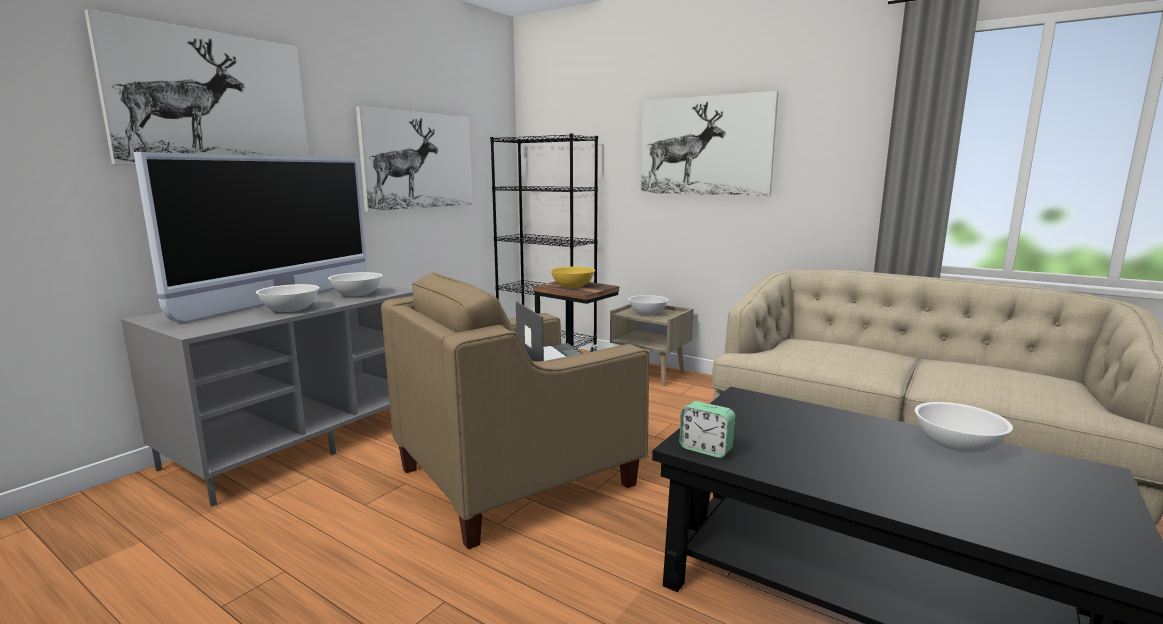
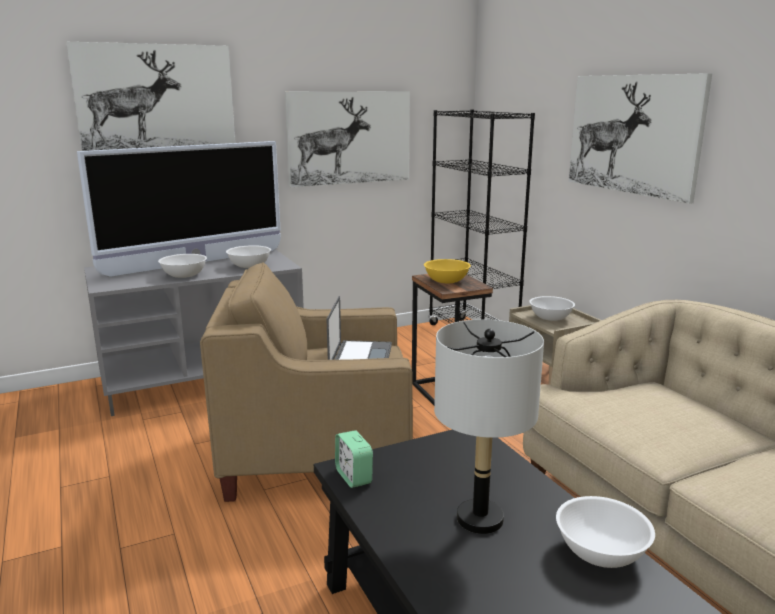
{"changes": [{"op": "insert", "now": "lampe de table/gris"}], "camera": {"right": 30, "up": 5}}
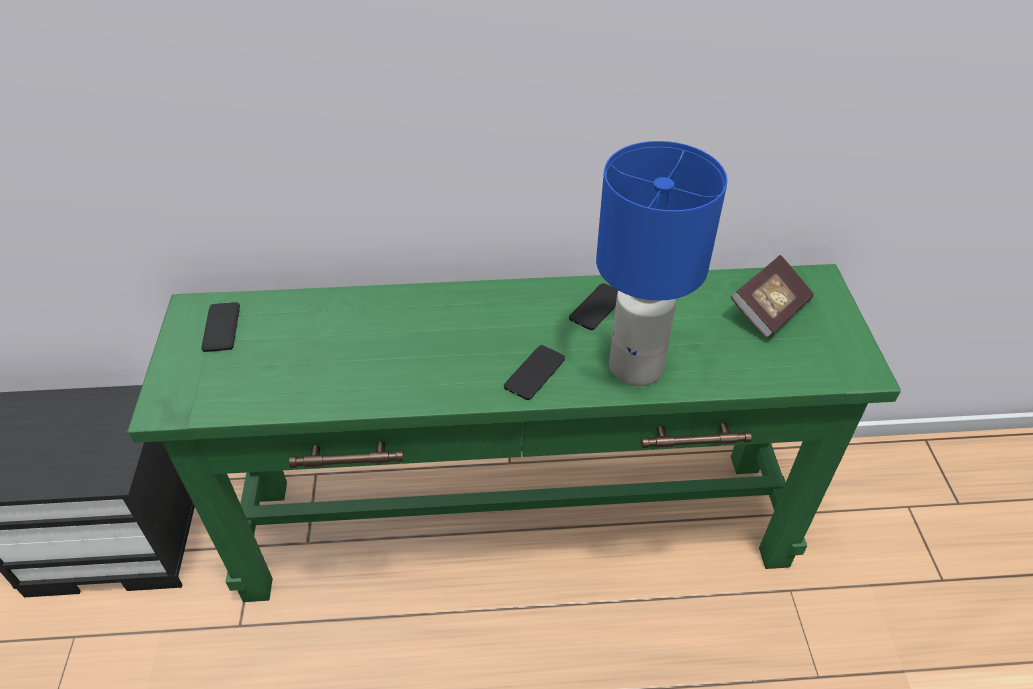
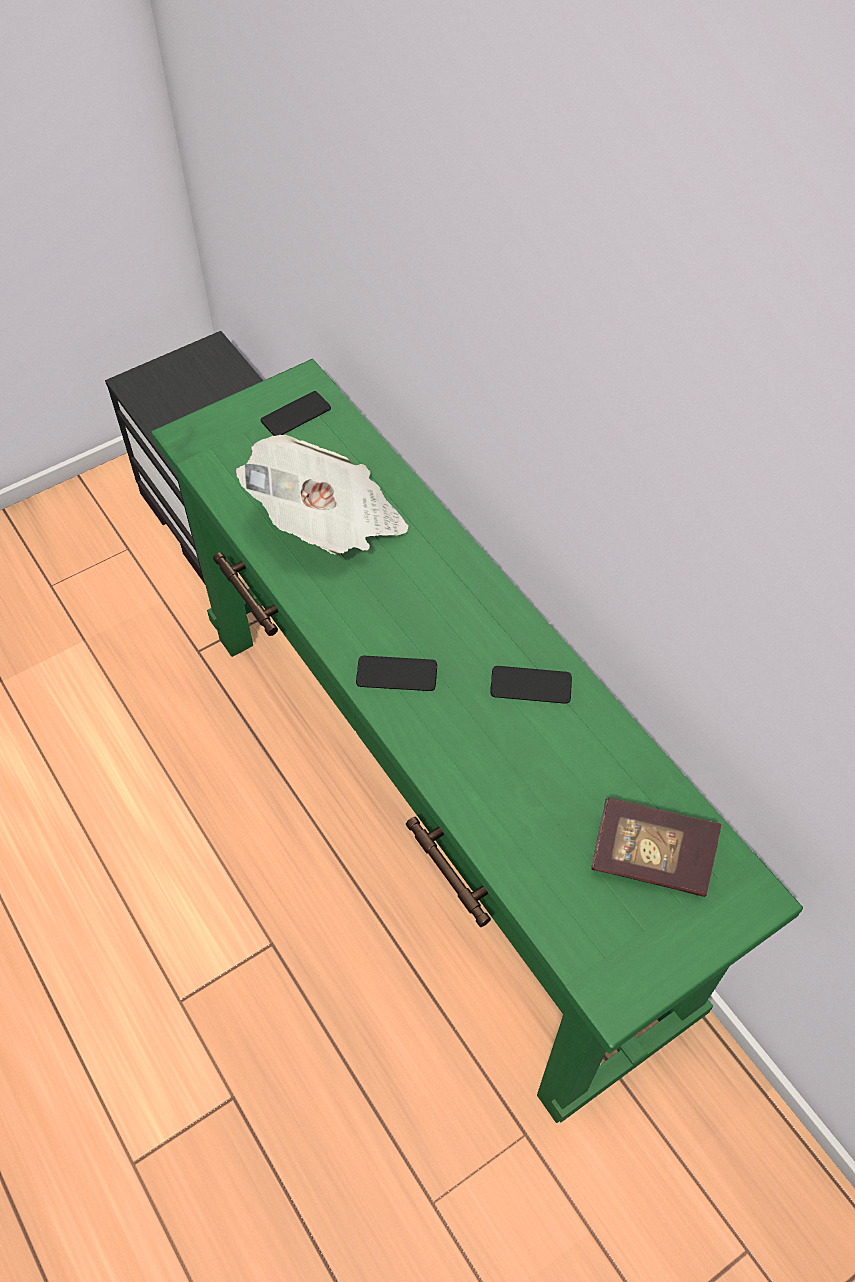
{"changes": [{"op": "delete", "was": "lampe de table/bleu"}, {"op": "insert", "now": "journal"}], "camera": {"right": 60, "up": 10}}
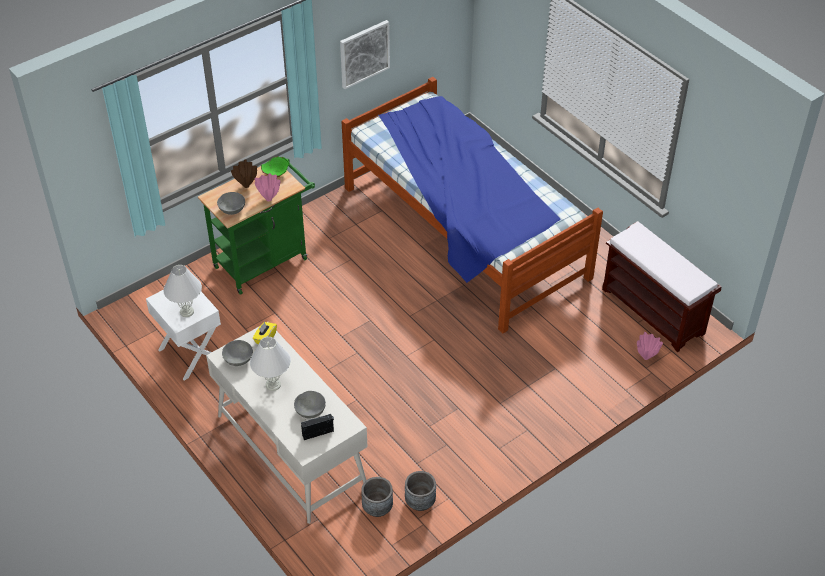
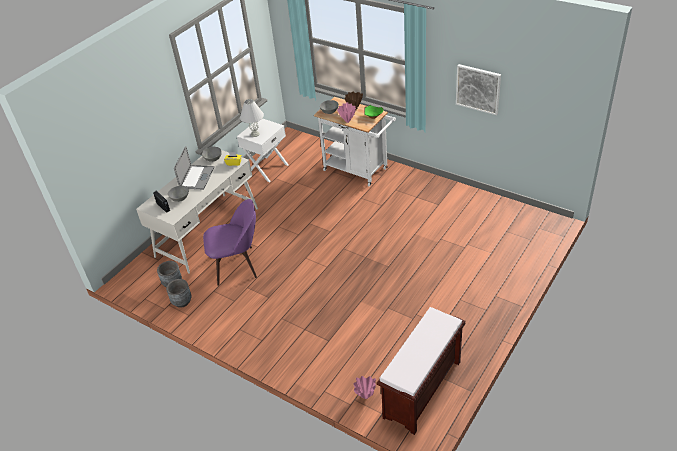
{"changes": [{"op": "recolor", "was": "chariot/vert", "now": "chariot/blanc"}, {"op": "replace", "was": "lampe de table/blanc (2nd from left)", "now": "ordinateur portable"}, {"op": "delete", "was": "lit"}, {"op": "insert", "now": "chaise/violet"}], "camera": {"right": 75, "up": -5}}
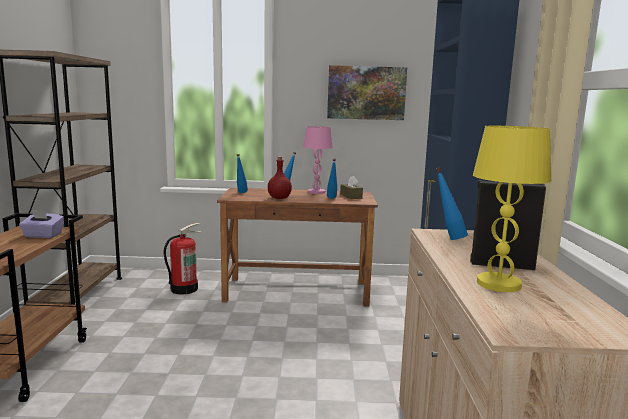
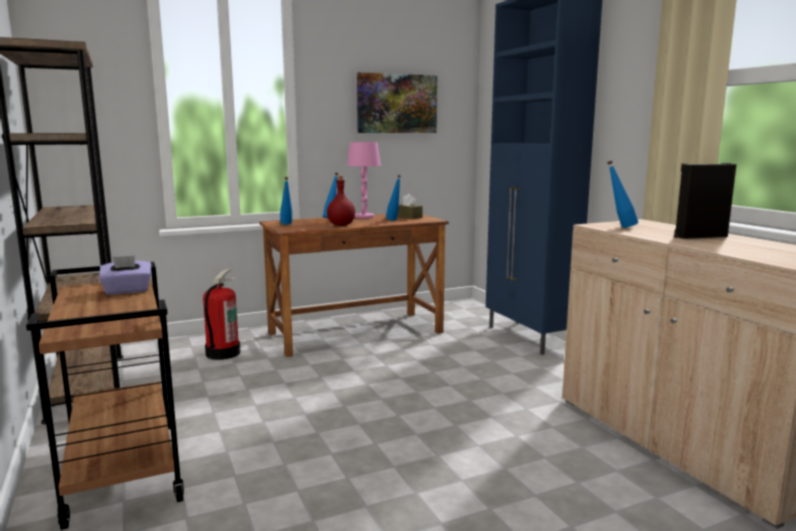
{"changes": [{"op": "delete", "was": "lampe de table/jaune"}], "camera": {"right": -25, "up": 0}}
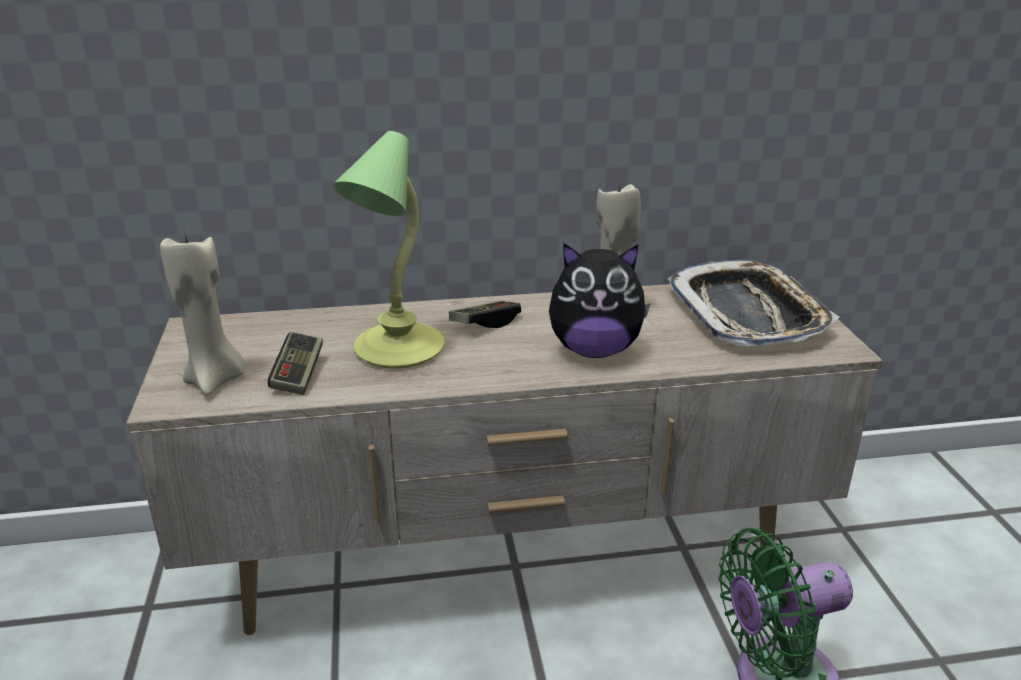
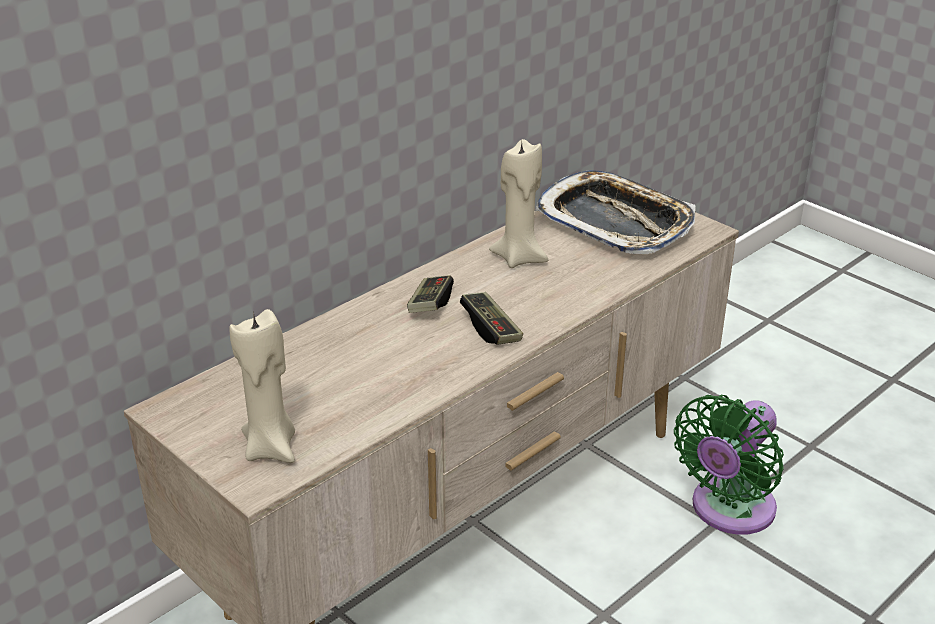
{"changes": [{"op": "move", "was": "manette (1st from left in the first image)", "now": "manette (2nd from left)"}, {"op": "delete", "was": "lampe de table"}, {"op": "delete", "was": "peluche"}], "camera": {"right": -35, "up": 5}}
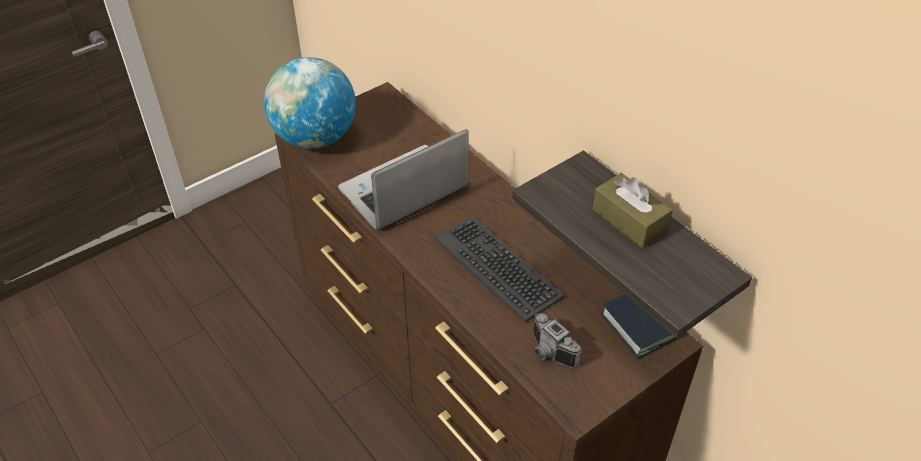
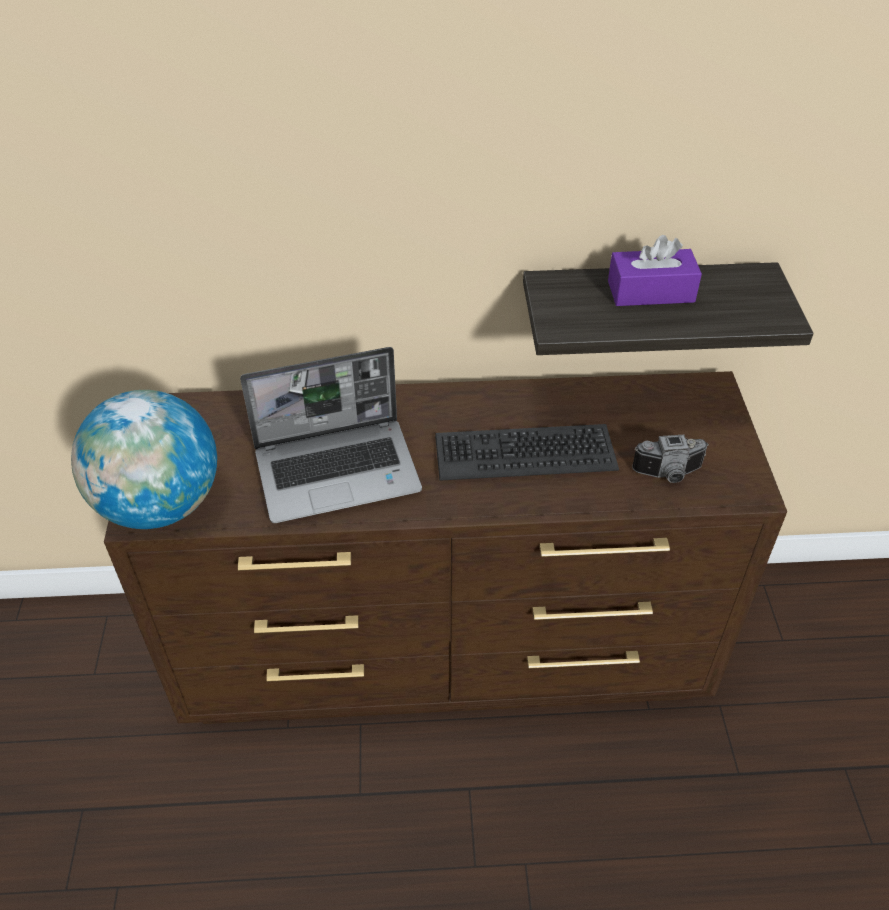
{"changes": [{"op": "rotate", "was": "ordinateur portable", "clockwise": -105}, {"op": "recolor", "was": "boîte à mouchoirs/marron", "now": "boîte à mouchoirs/violet"}, {"op": "delete", "was": "livre"}], "camera": {"right": -55, "up": 0}}
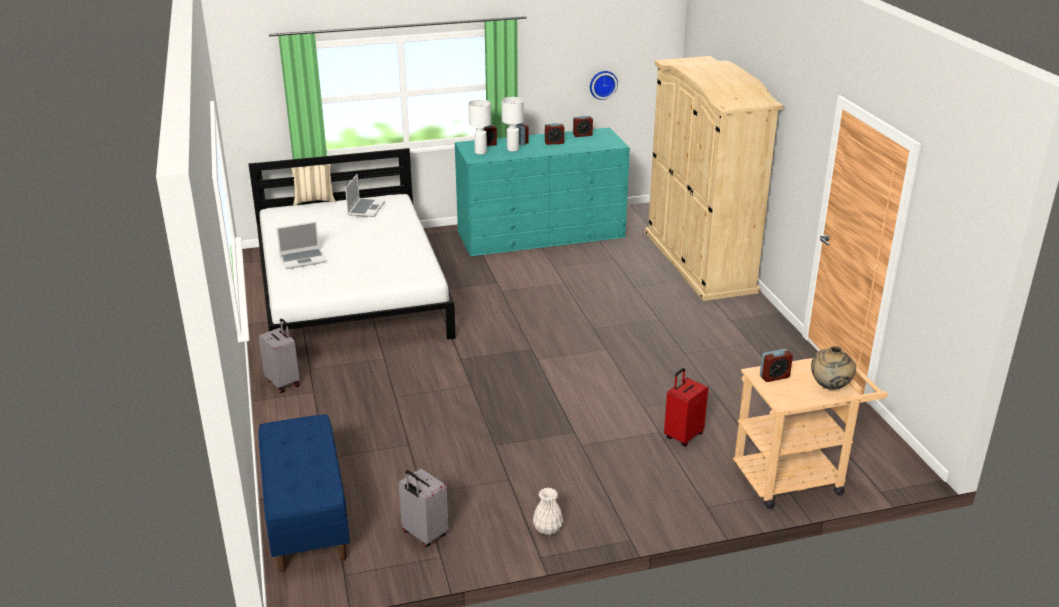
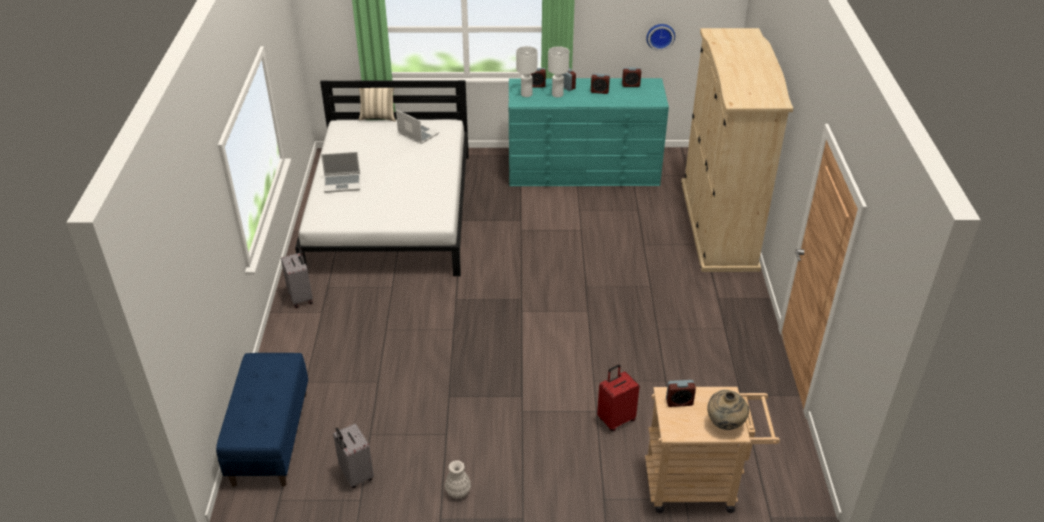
{"changes": [{"op": "rotate", "was": "ordinateur portable (2nd from left)", "clockwise": -75}], "camera": {"right": 15, "up": 10}}
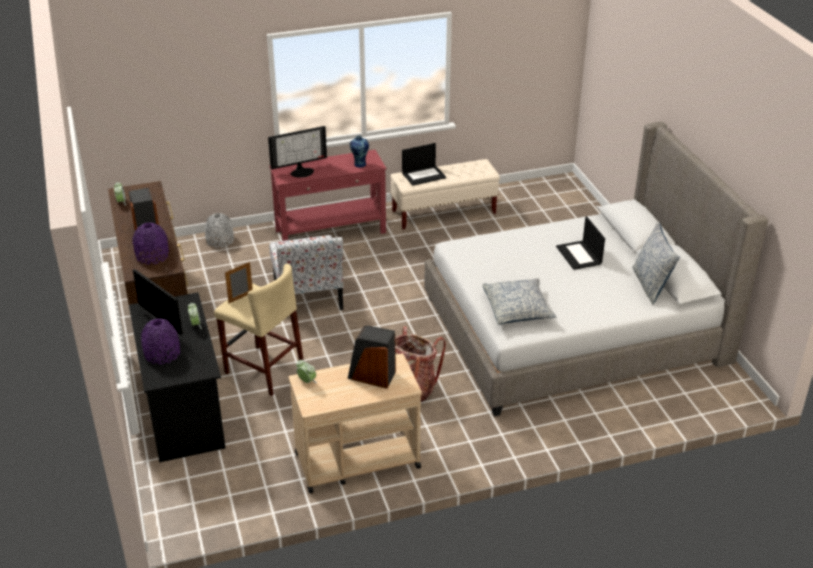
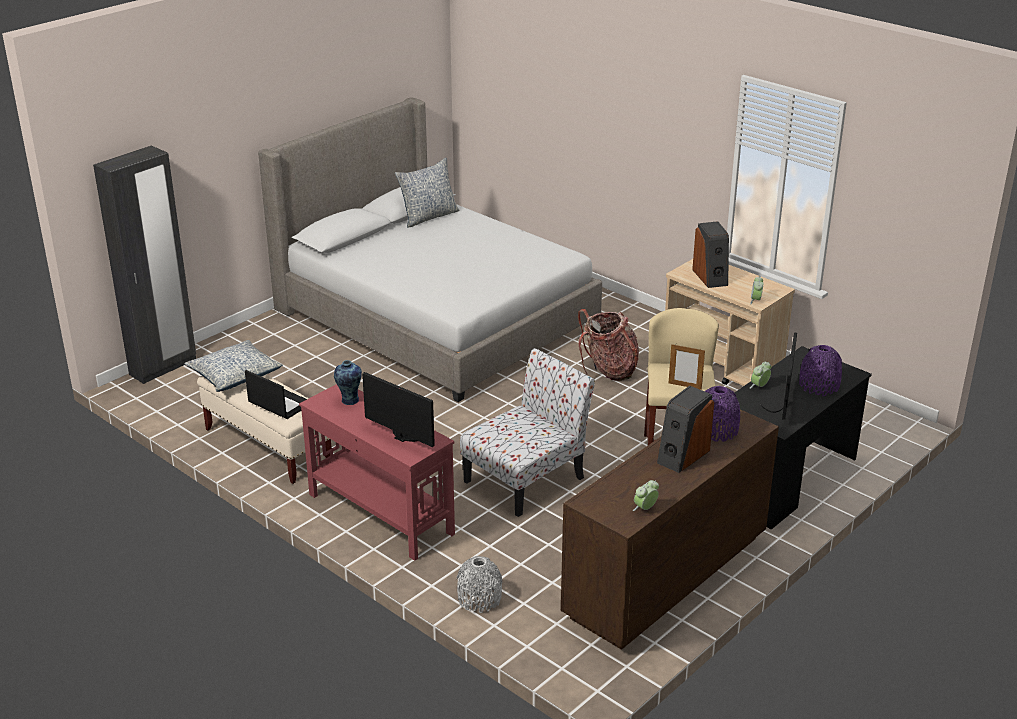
{"changes": [{"op": "move", "was": "coussin (1st from left)"}, {"op": "delete", "was": "ordinateur portable (2nd from left)"}, {"op": "insert", "now": "armoire/noir"}], "camera": {"right": -120, "up": -5}}
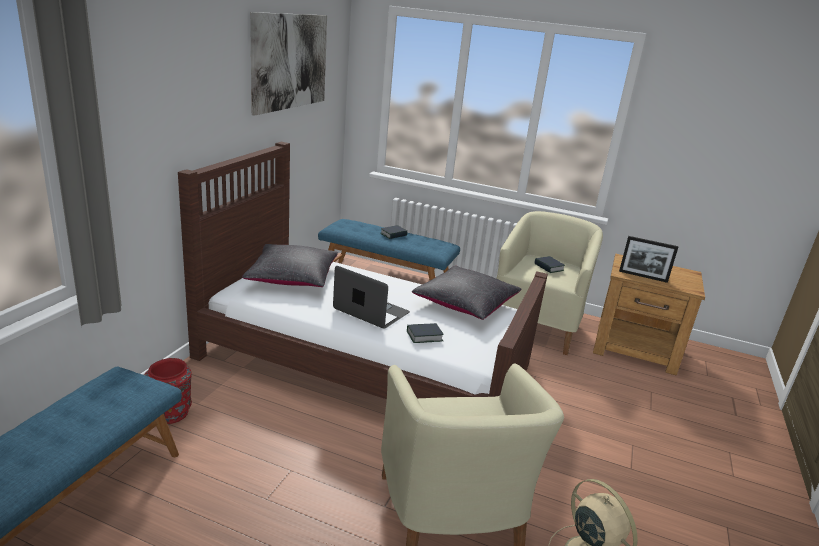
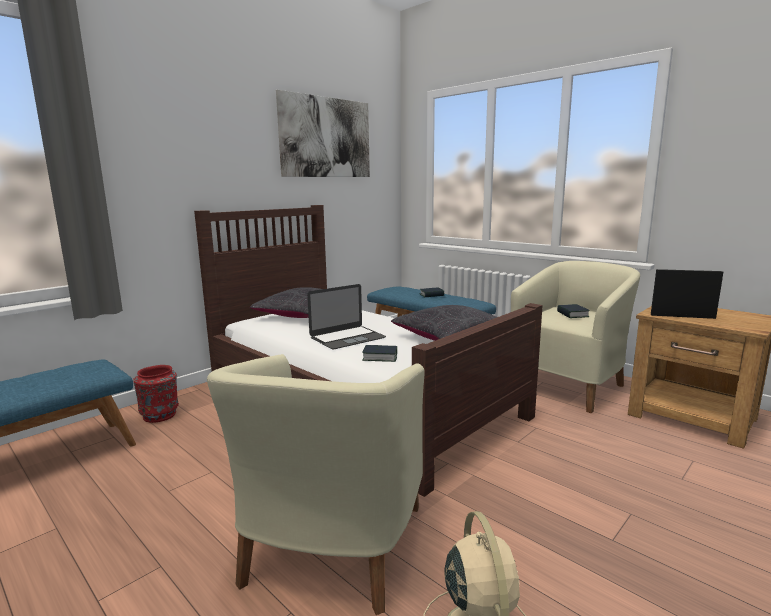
{"changes": [{"op": "rotate", "was": "ordinateur portable", "clockwise": 90}, {"op": "rotate", "was": "cadre photo", "clockwise": 150}], "camera": {"right": 25, "up": -10}}
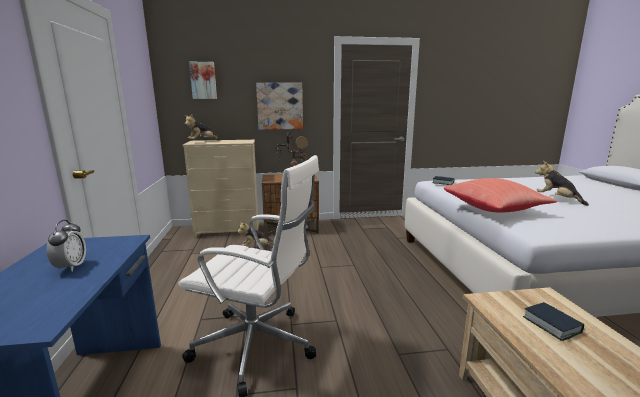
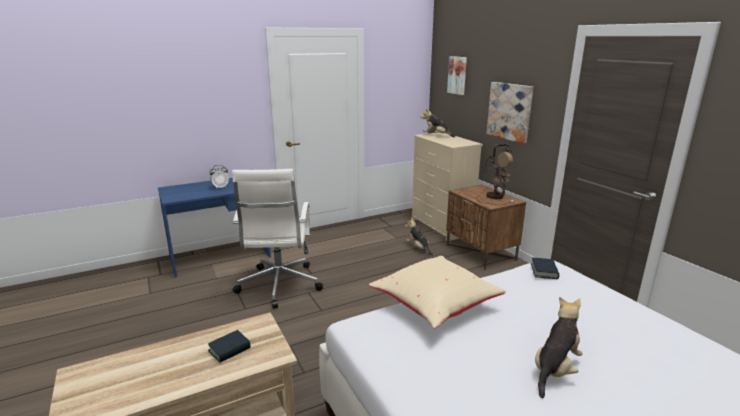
{"changes": [{"op": "recolor", "was": "coussin/rouge", "now": "coussin/beige"}], "camera": {"right": 70, "up": 5}}
